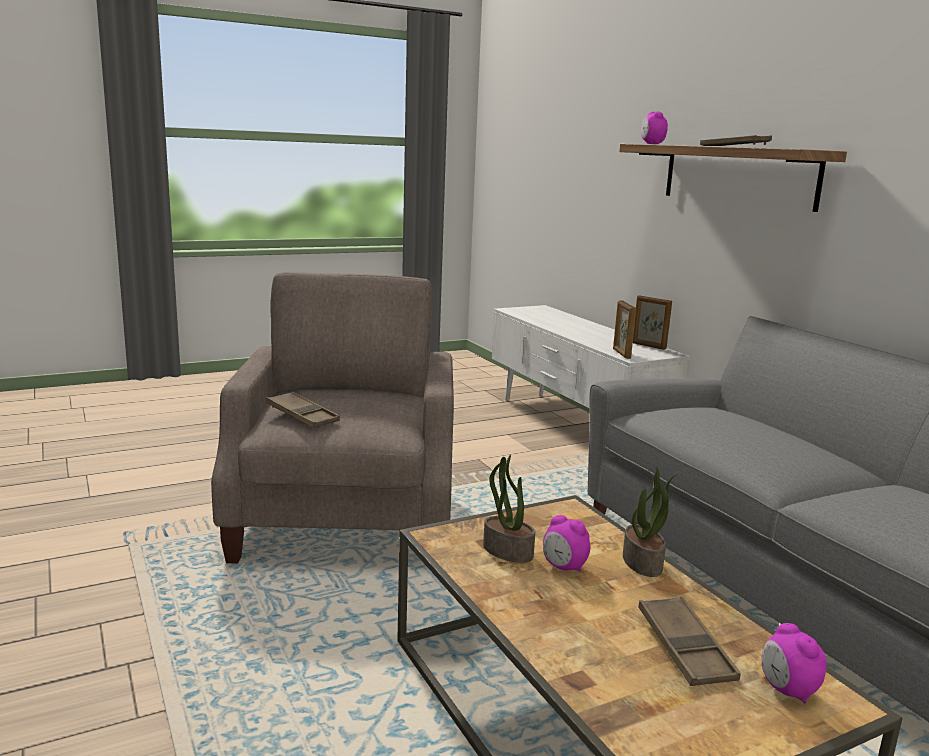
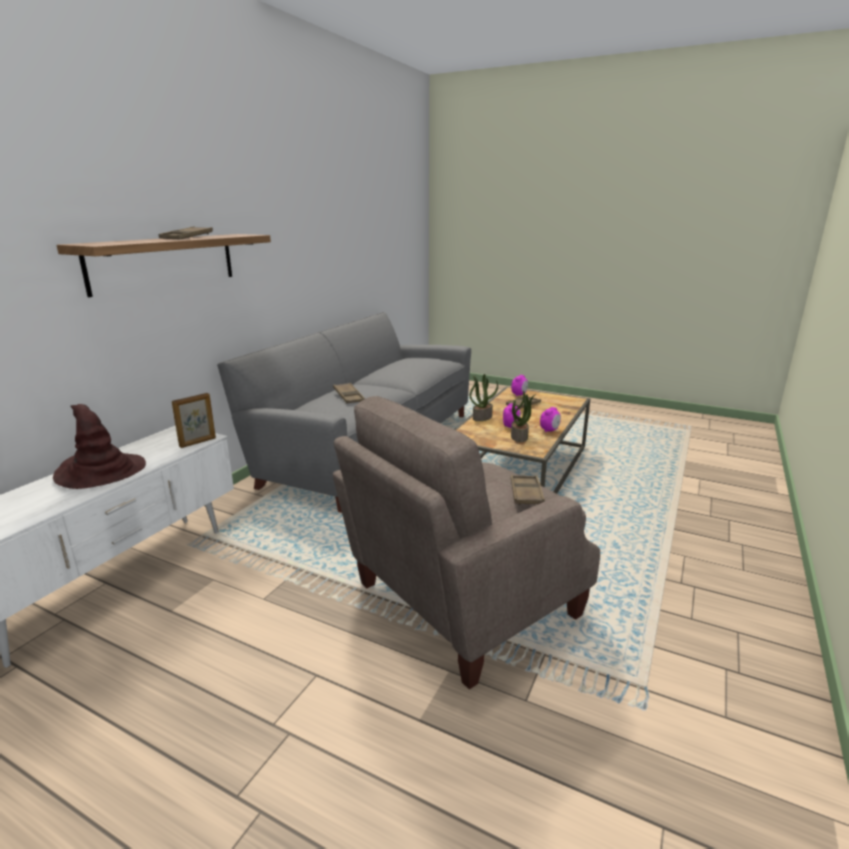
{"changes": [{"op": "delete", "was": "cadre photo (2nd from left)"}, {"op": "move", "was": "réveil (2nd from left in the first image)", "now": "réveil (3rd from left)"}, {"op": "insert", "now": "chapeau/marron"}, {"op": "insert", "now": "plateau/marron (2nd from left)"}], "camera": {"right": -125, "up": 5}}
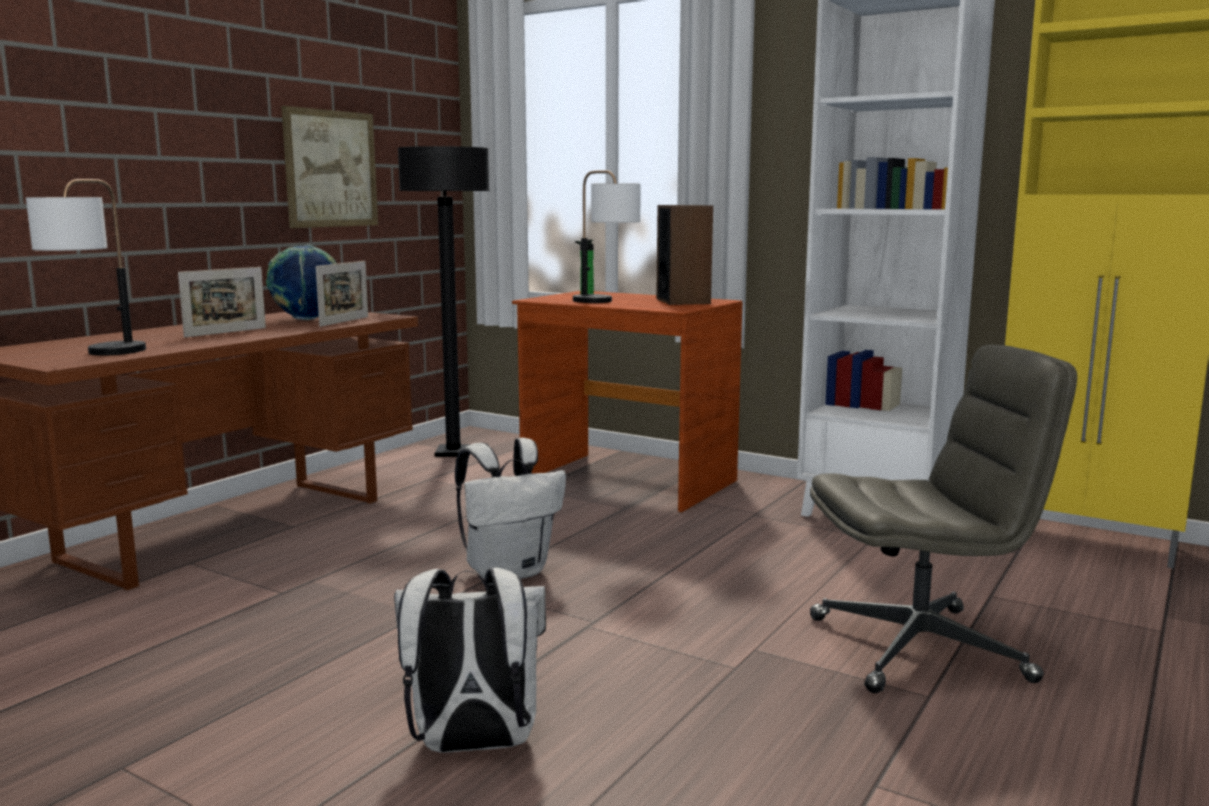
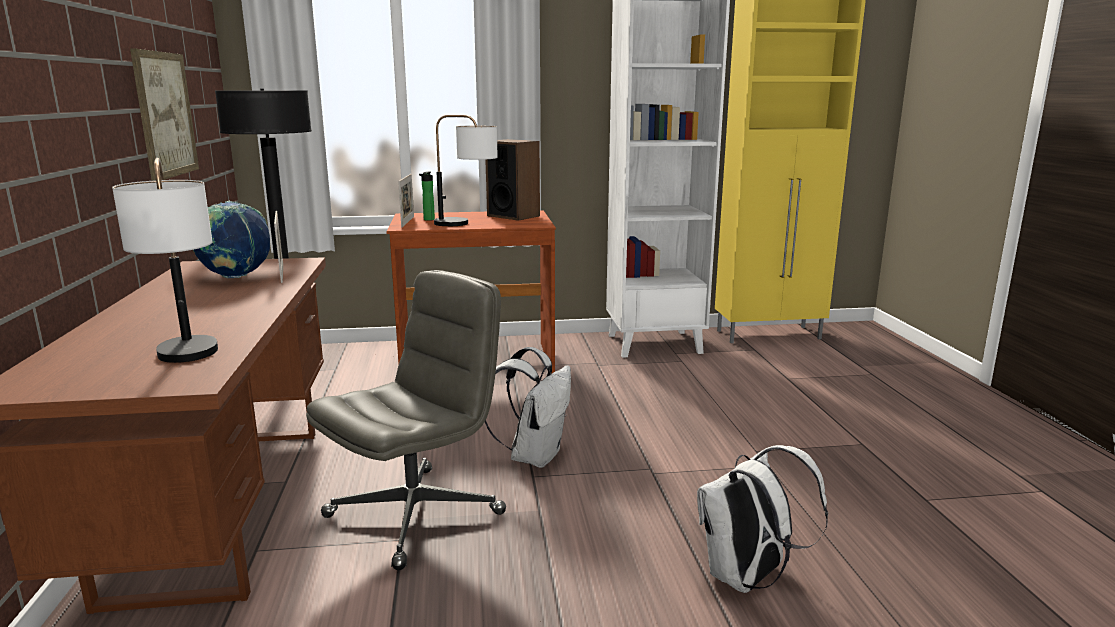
{"changes": [{"op": "move", "was": "cadre photo (1st from left in the first image)", "now": "cadre photo (2nd from left)"}, {"op": "move", "was": "chaise de bureau/gris"}], "camera": {"right": -40, "up": 5}}
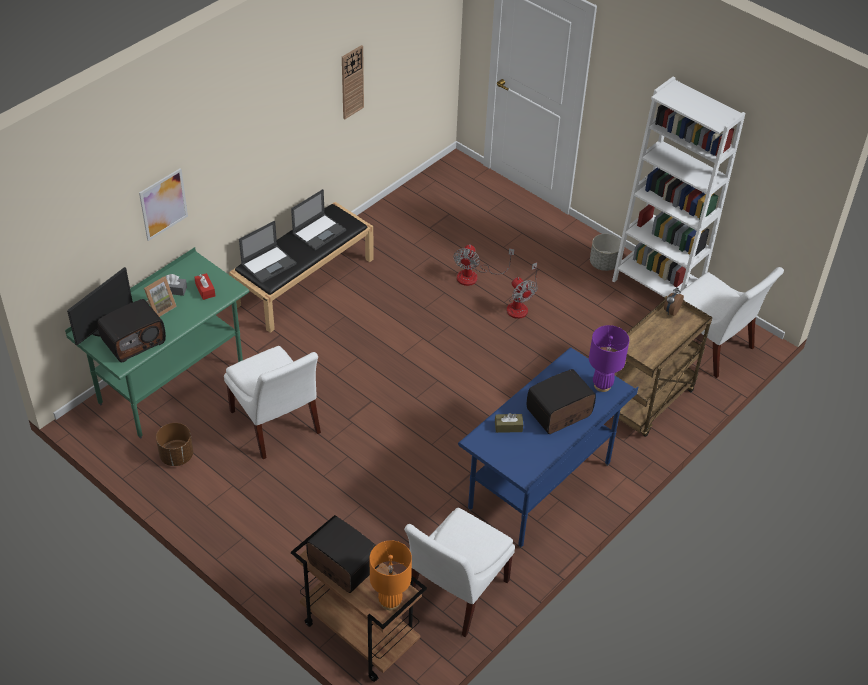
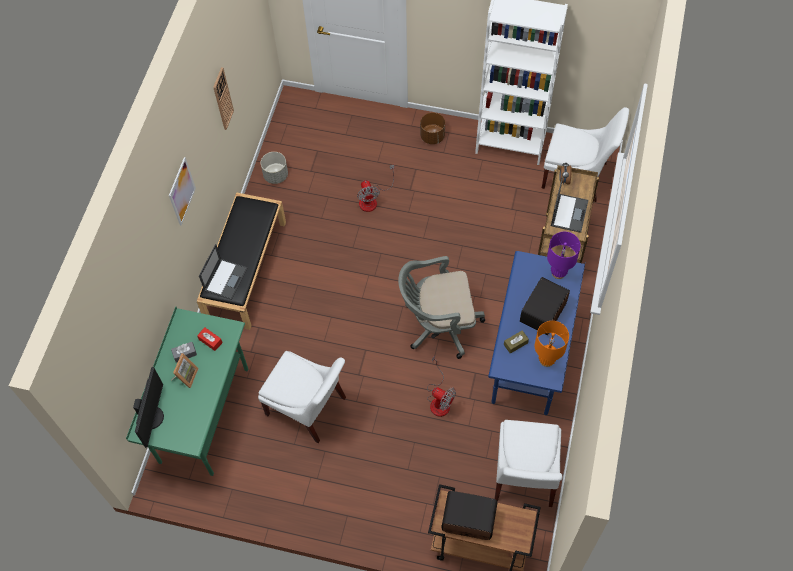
{"changes": [{"op": "delete", "was": "radio (1st from left)"}, {"op": "move", "was": "tableau"}, {"op": "move", "was": "cache-pot/marron"}, {"op": "move", "was": "ordinateur portable (2nd from left)"}, {"op": "move", "was": "lampe de table/orange"}, {"op": "move", "was": "ventilateur (2nd from left)"}, {"op": "move", "was": "cache-pot/gris"}, {"op": "insert", "now": "chaise de bureau/gris"}], "camera": {"right": -25, "up": 15}}
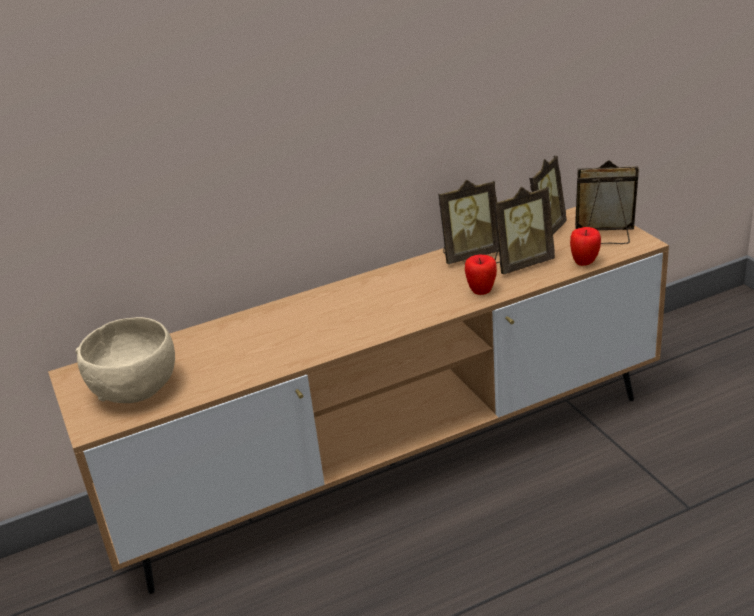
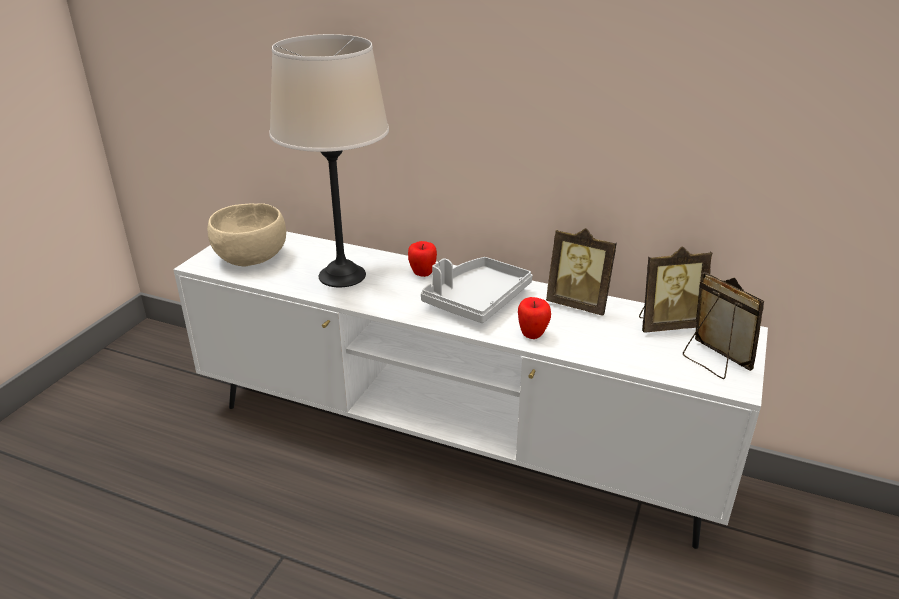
{"changes": [{"op": "recolor", "was": "meuble télé/marron", "now": "meuble télé/blanc"}, {"op": "delete", "was": "cadre photo (2nd from left)"}, {"op": "move", "was": "pomme (2nd from left in the first image)", "now": "pomme (1st from left)"}, {"op": "insert", "now": "lampe de table/beige"}, {"op": "insert", "now": "plateau/gris"}], "camera": {"right": 45, "up": 0}}
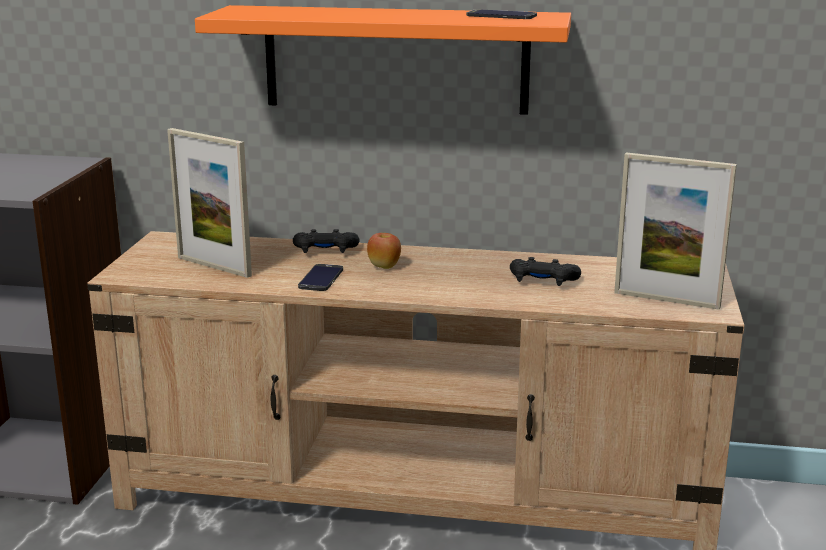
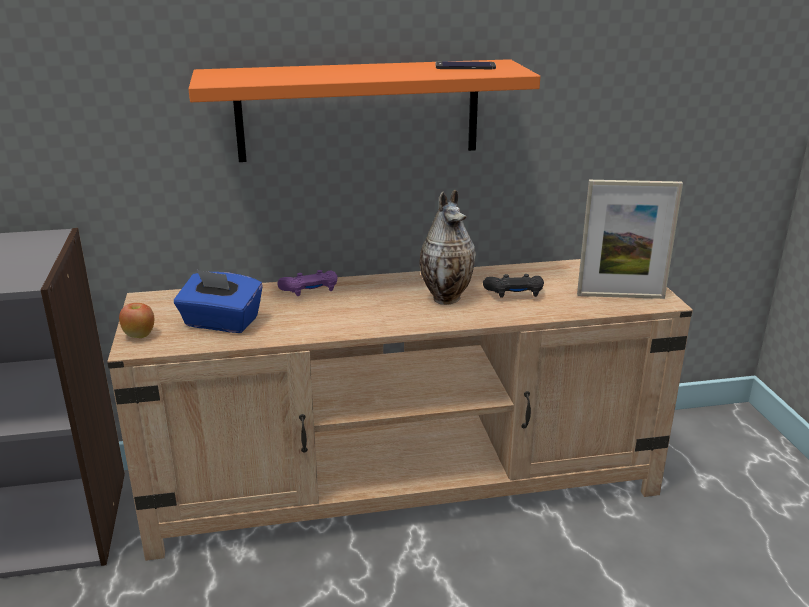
{"changes": [{"op": "replace", "was": "cadre photo (1st from left)", "now": "boîte à mouchoirs/bleu"}, {"op": "recolor", "was": "manette/noir (1st from left)", "now": "manette/violet"}, {"op": "delete", "was": "téléphone (1st from left)"}, {"op": "move", "was": "pomme"}, {"op": "insert", "now": "vase"}], "camera": {"right": -20, "up": 5}}
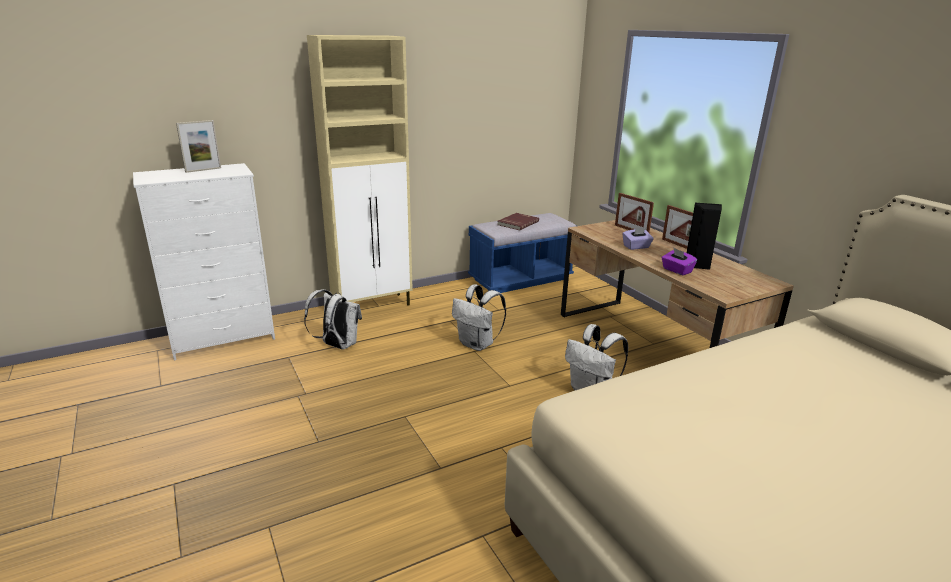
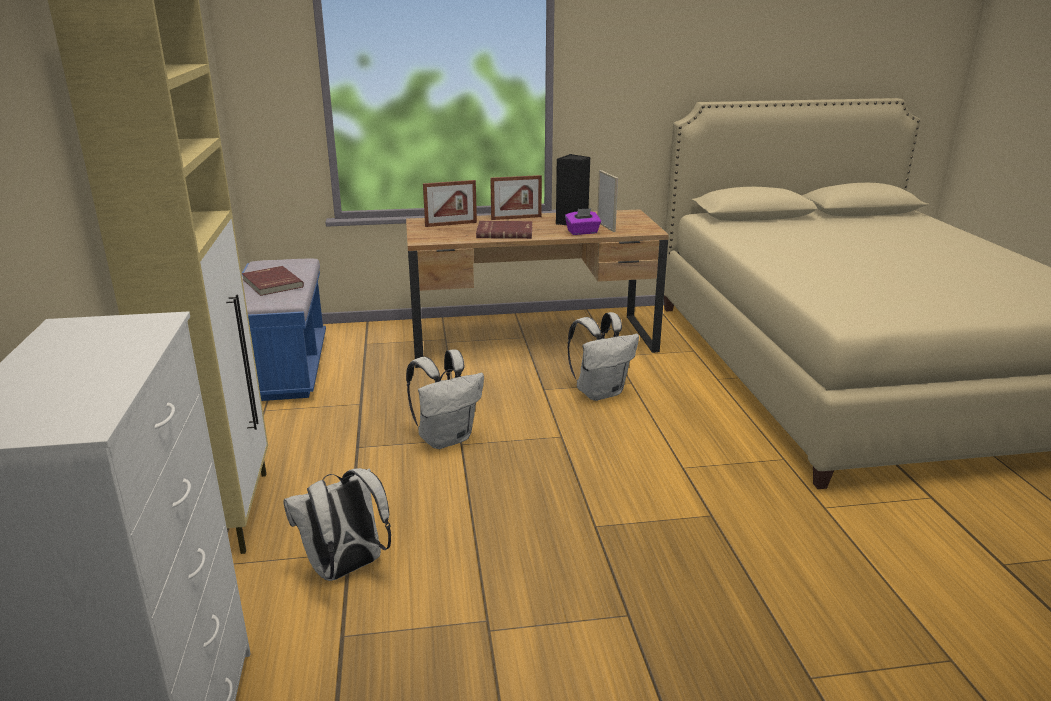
{"changes": [{"op": "move", "was": "cadre photo (1st from left in the first image)", "now": "cadre photo (3rd from left)"}, {"op": "replace", "was": "boîte à mouchoirs/violet (1st from left)", "now": "livre/rouge (2nd from left)"}], "camera": {"right": -70, "up": 0}}
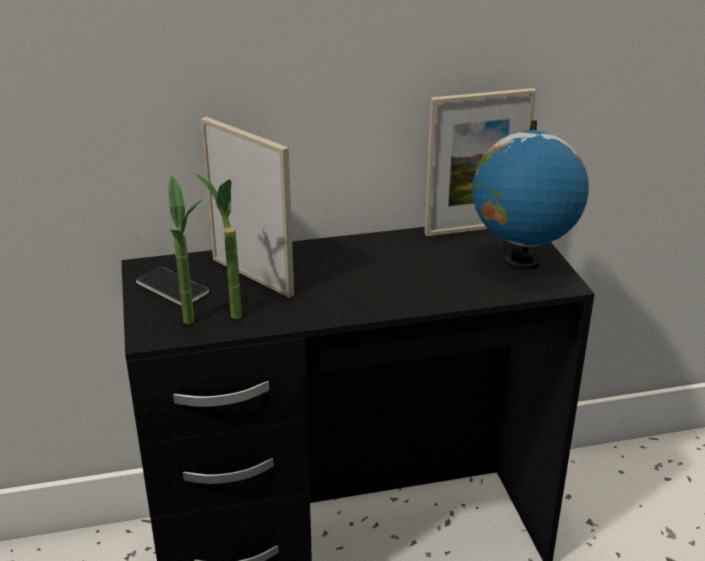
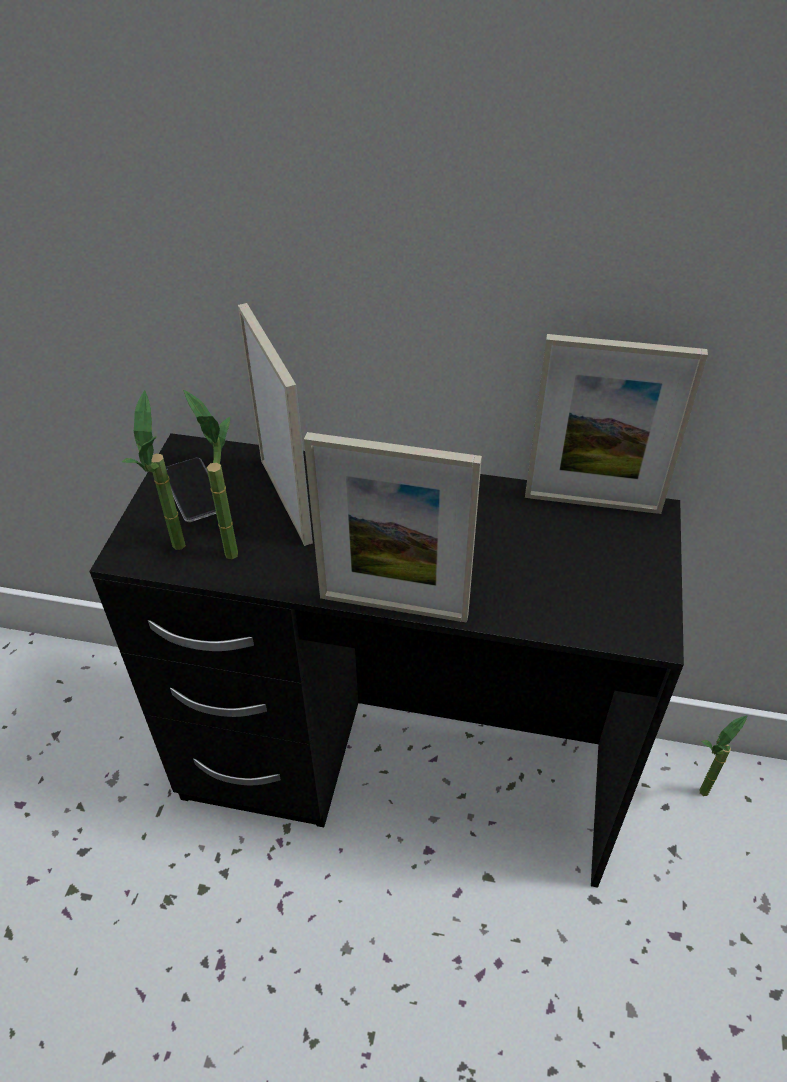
{"changes": [{"op": "delete", "was": "globe"}, {"op": "insert", "now": "cadre photo (2nd from left)"}, {"op": "insert", "now": "plante en pot (3rd from left)"}], "camera": {"right": 25, "up": 15}}
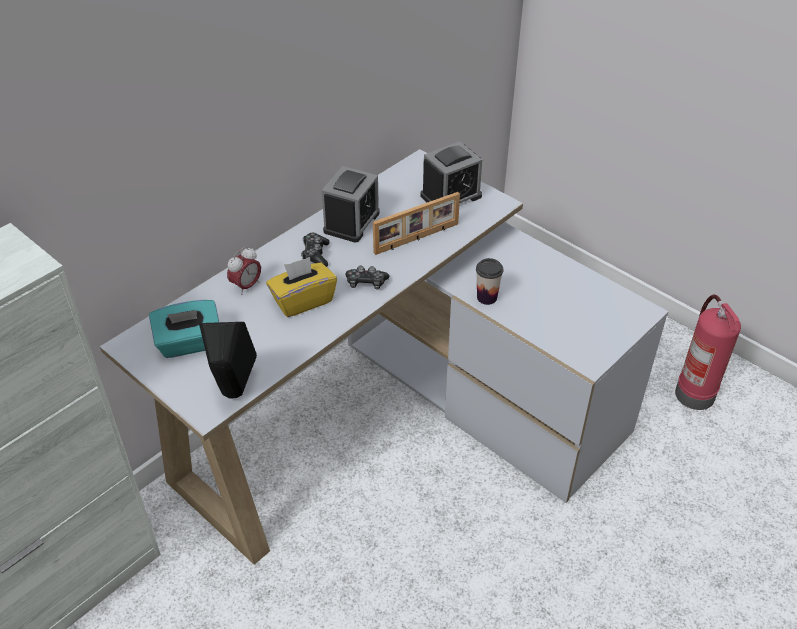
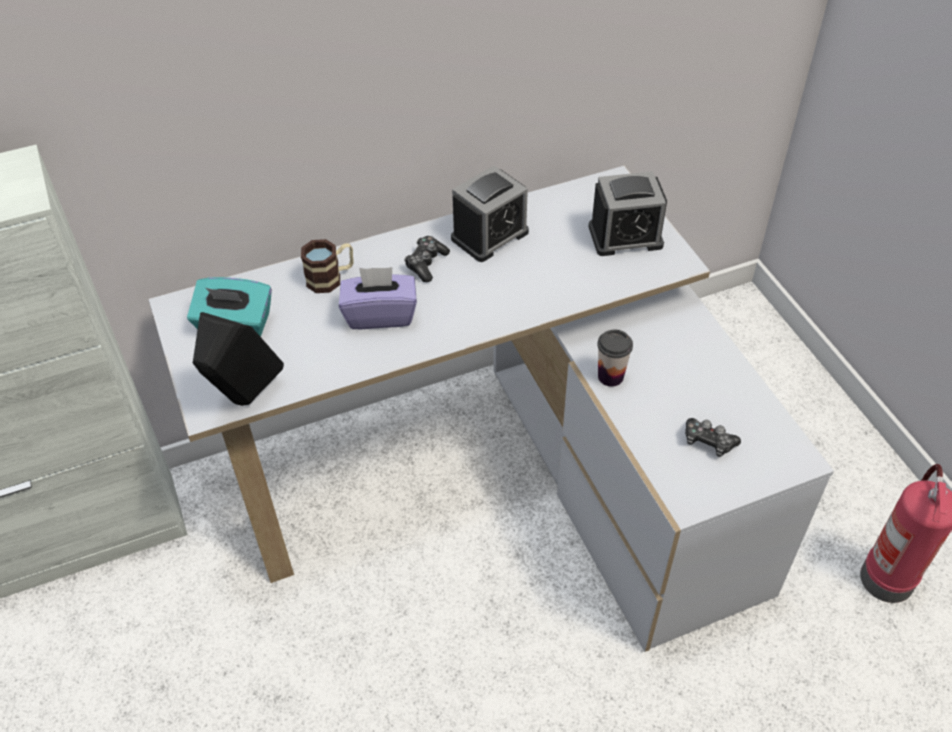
{"changes": [{"op": "replace", "was": "réveil (1st from left)", "now": "mug"}, {"op": "recolor", "was": "boîte à mouchoirs/jaune", "now": "boîte à mouchoirs/violet"}, {"op": "move", "was": "manette (2nd from left)"}, {"op": "delete", "was": "cadre photo"}], "camera": {"right": 25, "up": 5}}
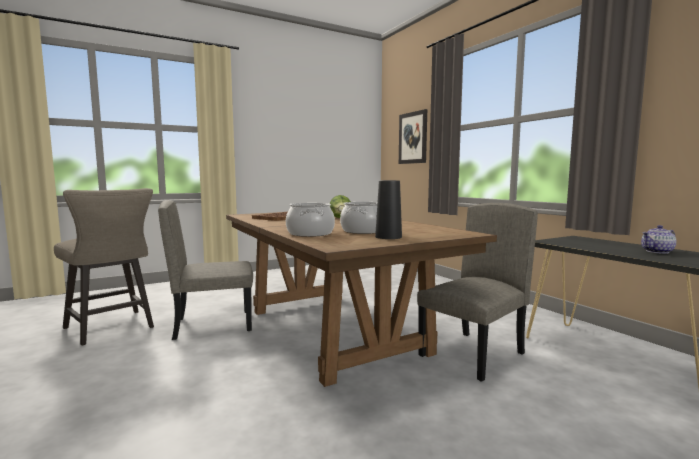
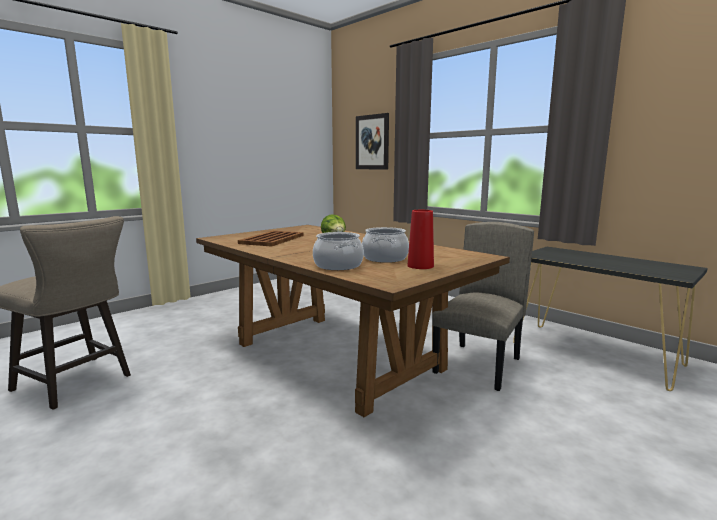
{"changes": [{"op": "delete", "was": "chaise/beige (1st from left)"}, {"op": "recolor", "was": "vase/noir", "now": "vase/rouge"}, {"op": "delete", "was": "théière"}], "camera": {"right": -15, "up": 5}}
